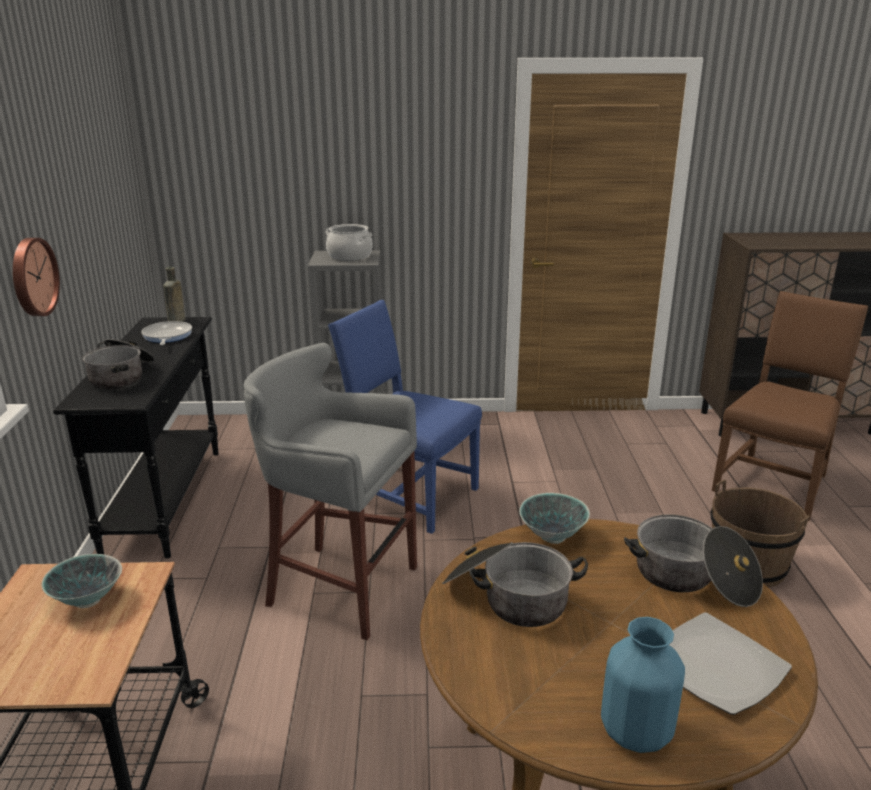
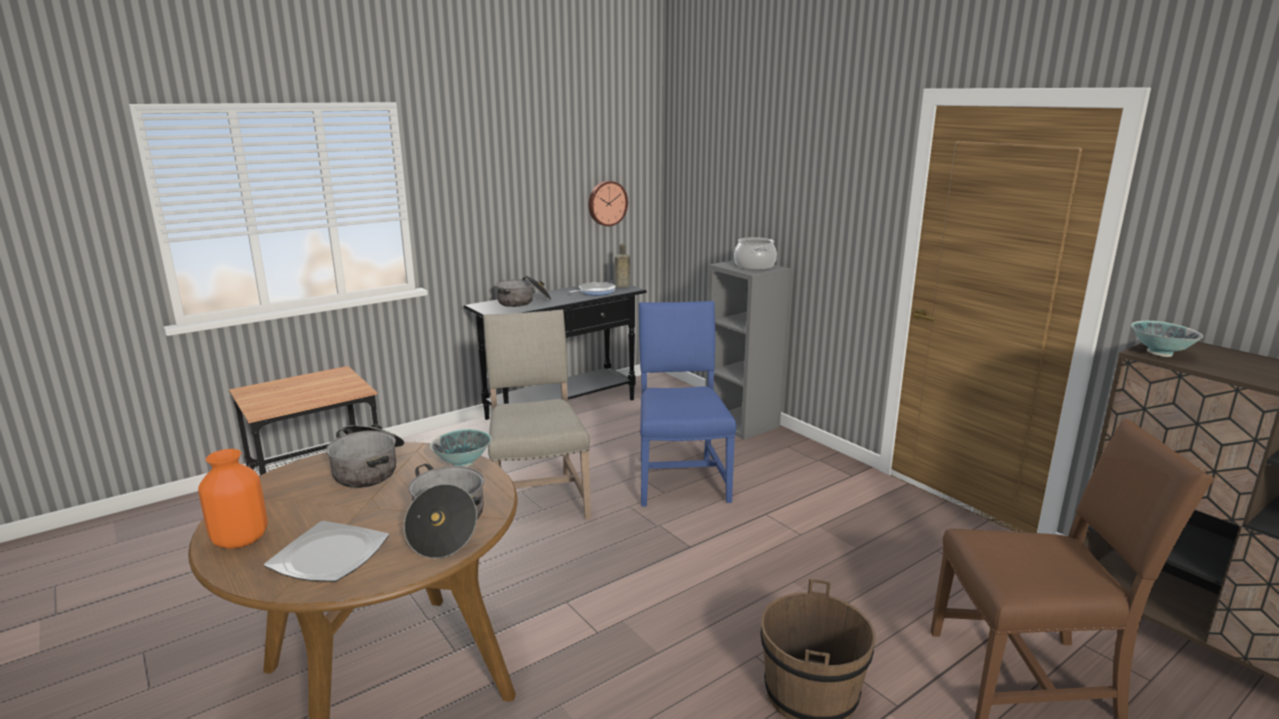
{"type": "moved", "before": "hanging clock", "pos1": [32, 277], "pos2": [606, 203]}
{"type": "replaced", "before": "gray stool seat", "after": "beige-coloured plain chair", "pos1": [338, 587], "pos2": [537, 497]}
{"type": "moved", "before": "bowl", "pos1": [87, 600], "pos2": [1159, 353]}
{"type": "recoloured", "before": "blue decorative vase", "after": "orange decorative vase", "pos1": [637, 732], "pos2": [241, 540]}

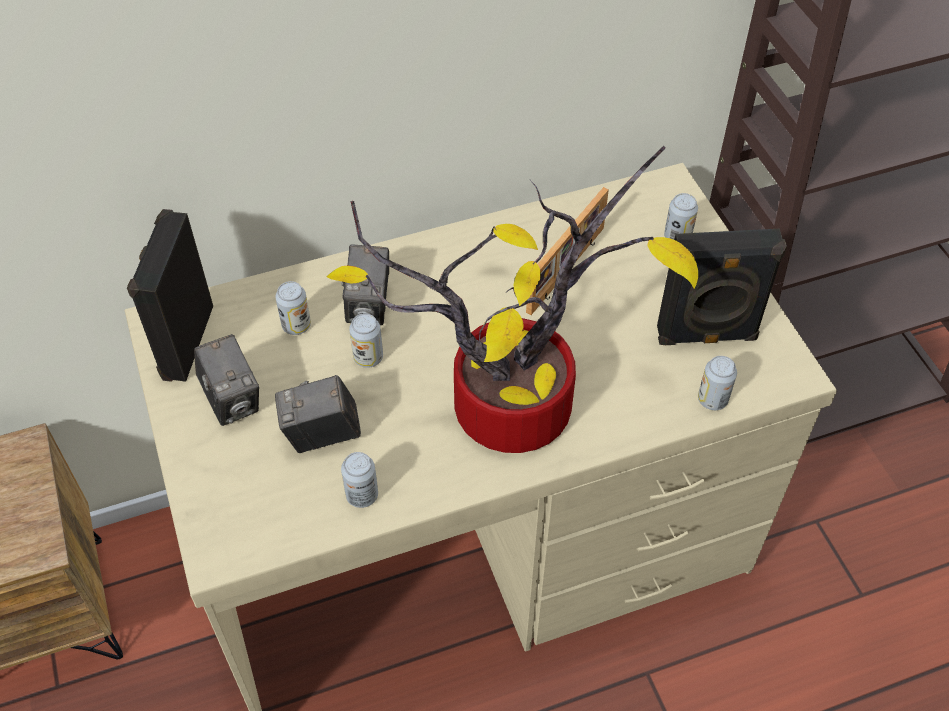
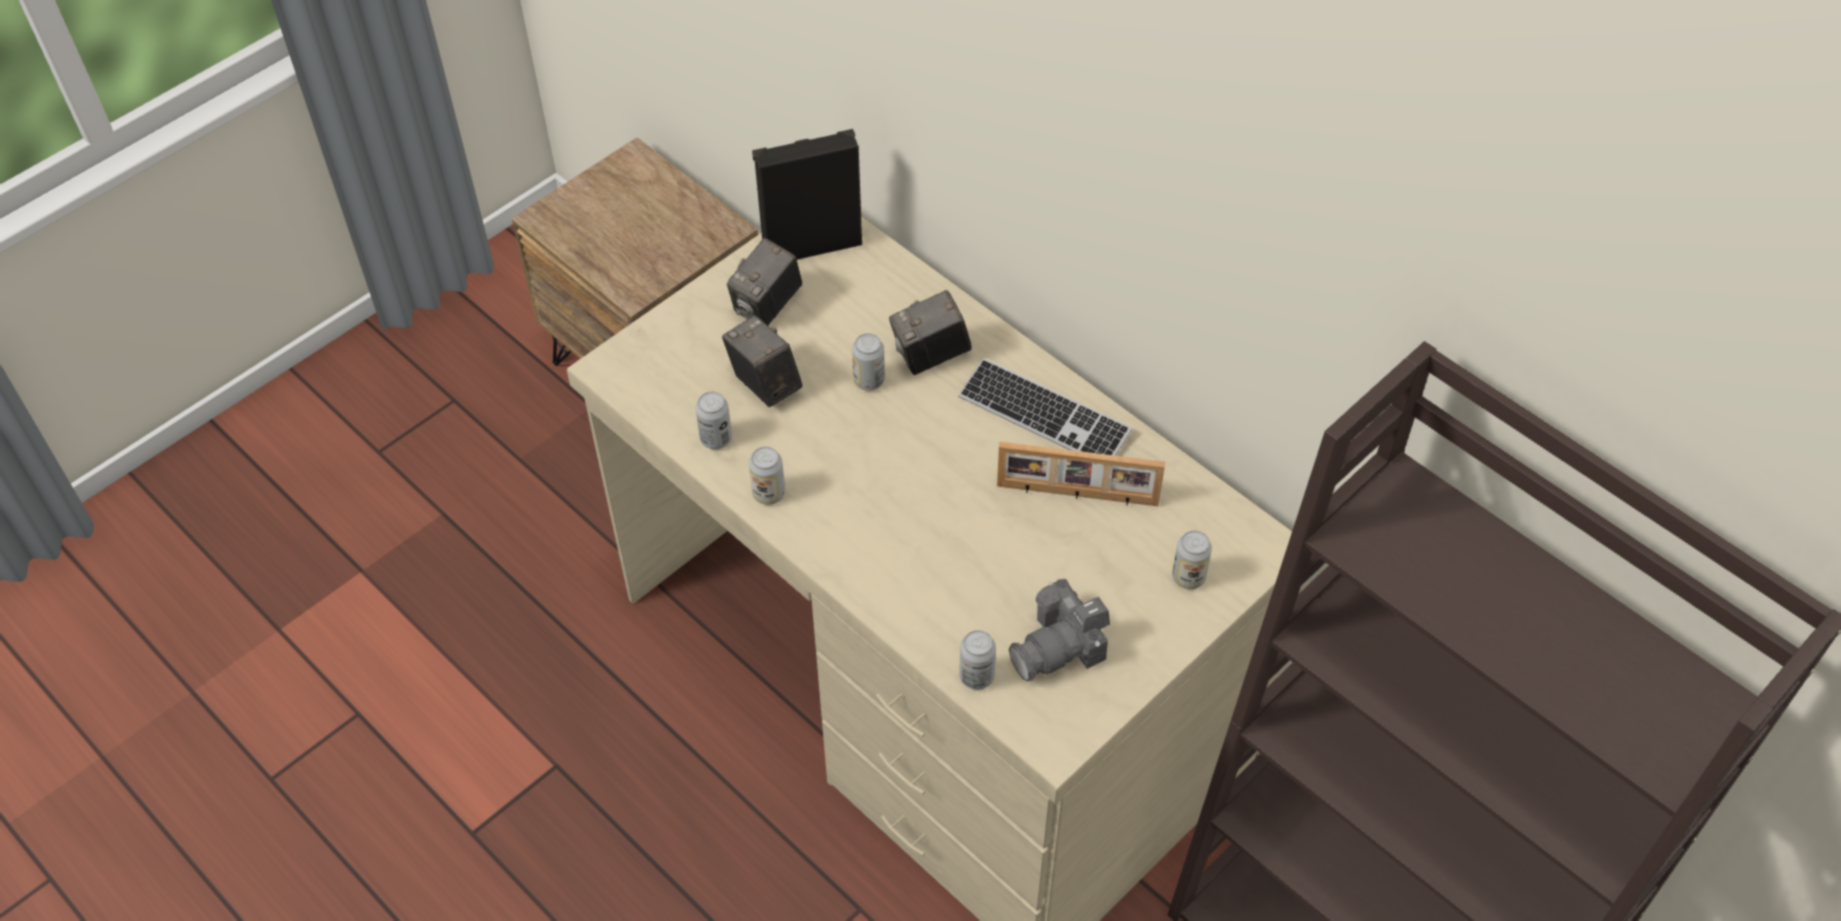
{"type": "removed", "before": "potted plant", "pos1": [518, 399]}
{"type": "replaced", "before": "black loudspeaker", "after": "photo camera", "pos1": [707, 336], "pos2": [1060, 646]}
{"type": "moved", "before": "can", "pos1": [296, 325], "pos2": [769, 493]}
{"type": "added", "after": "computer keyboard", "pos2": [1044, 416]}

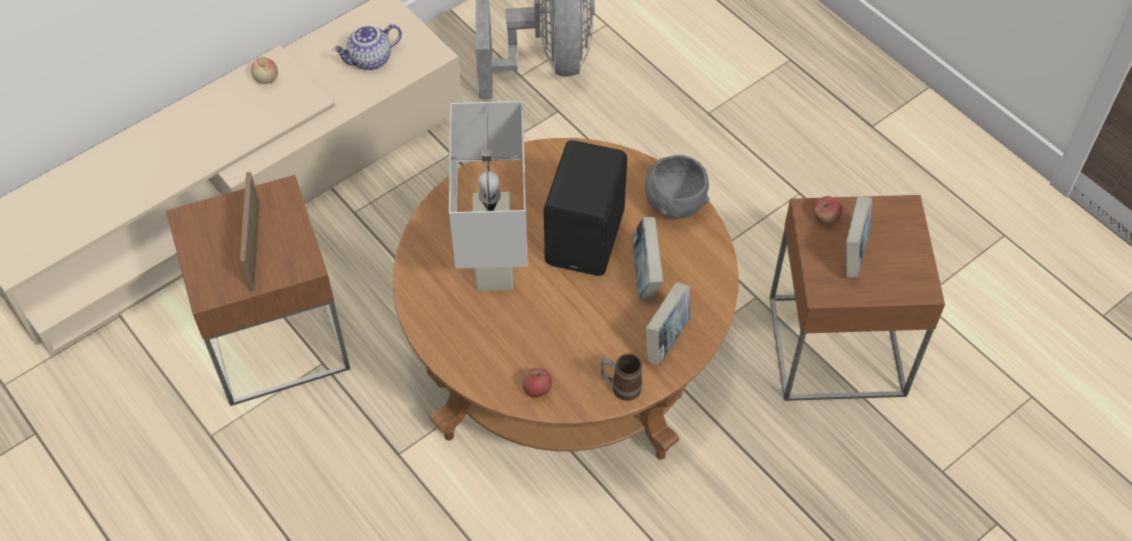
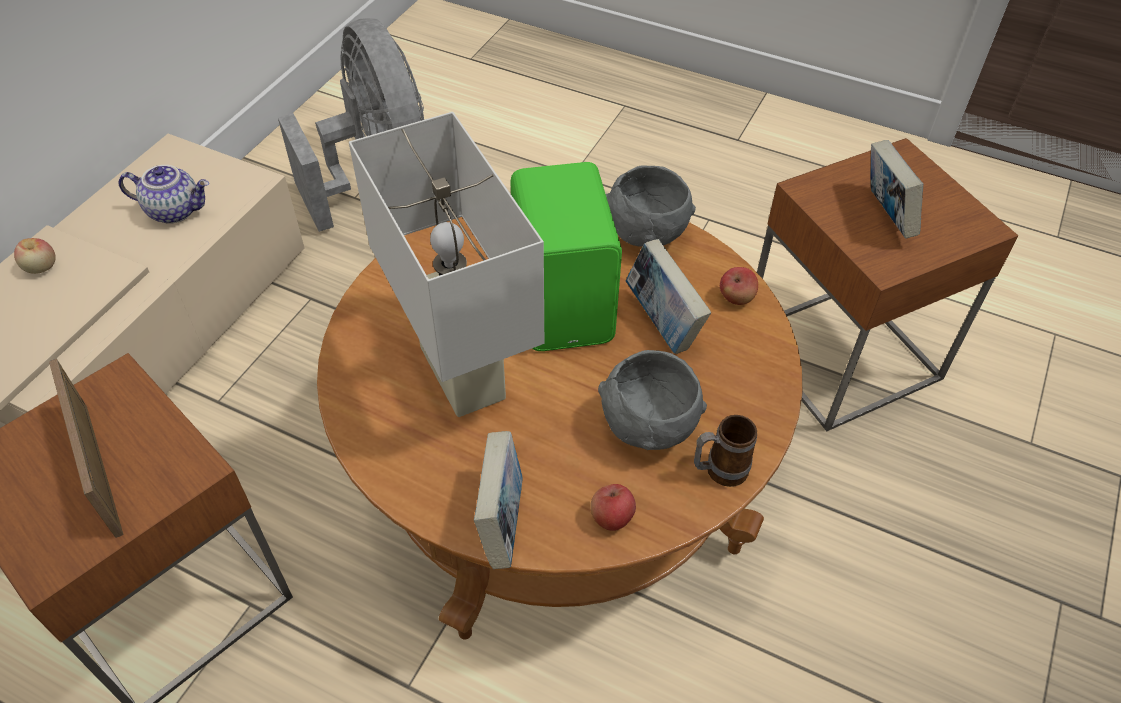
{"type": "turned", "before": "tea pot", "pos1": [370, 60], "pos2": [175, 210], "turn": -120}
{"type": "recoloured", "before": "black loudspeaker", "after": "green loudspeaker", "pos1": [588, 238], "pos2": [566, 304]}
{"type": "moved", "before": "apple fruit", "pos1": [825, 218], "pos2": [736, 298]}
{"type": "moved", "before": "bound book", "pos1": [666, 339], "pos2": [502, 522]}
{"type": "added", "after": "gray bowl", "pos2": [648, 428]}

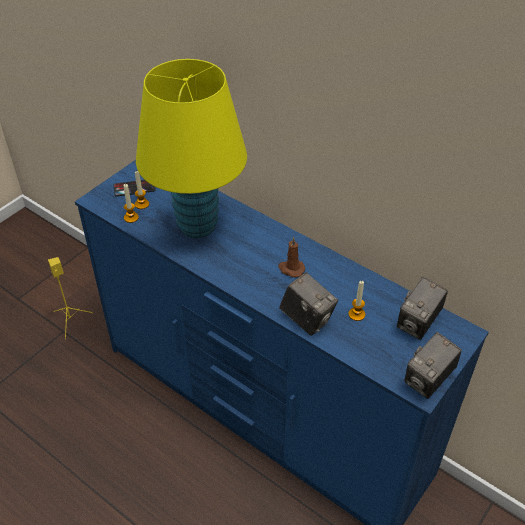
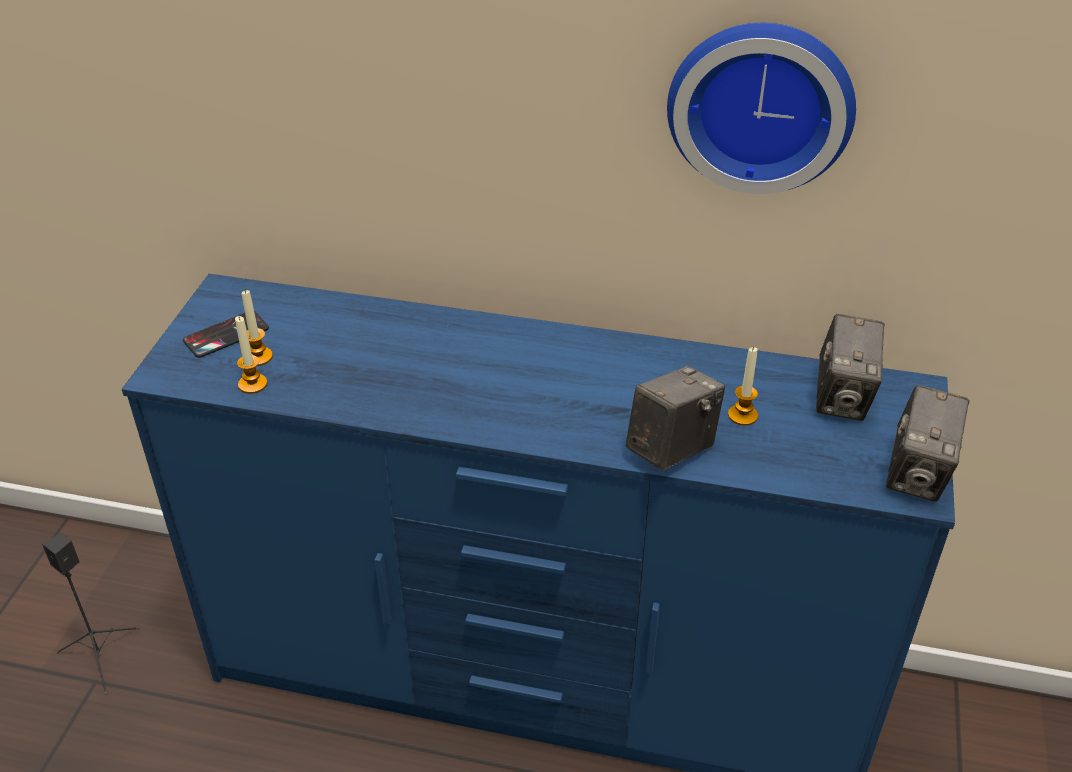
{"type": "removed", "before": "yellow table lamp", "pos1": [197, 226]}
{"type": "removed", "before": "brownish wax candle", "pos1": [291, 269]}
{"type": "recoloured", "before": "yellow loudspeaker", "after": "black loudspeaker", "pos1": [71, 321], "pos2": [101, 658]}
{"type": "turned", "before": "photo camera", "pos1": [307, 319], "pos2": [671, 448], "turn": -60}
{"type": "added", "after": "hanging clock", "pos2": [761, 103]}

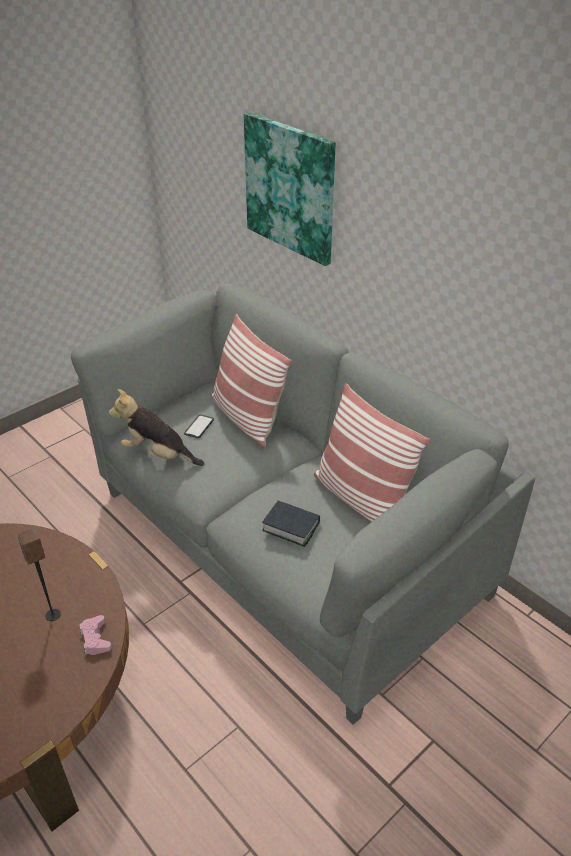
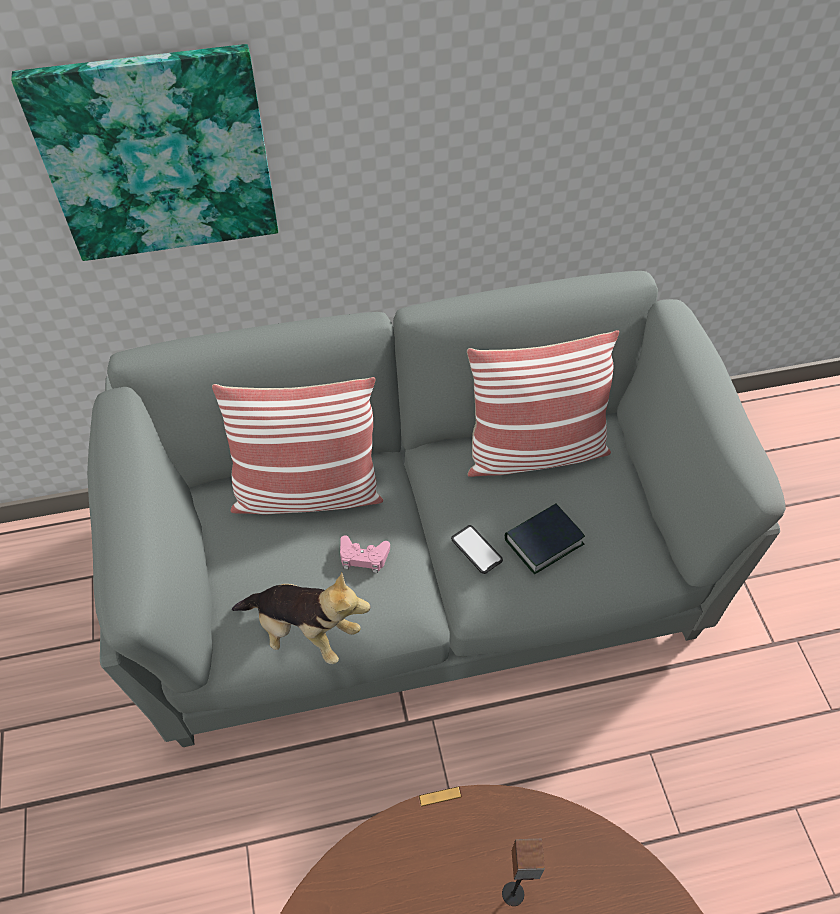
{"type": "turned", "before": "plush toy", "pos1": [158, 454], "pos2": [304, 631], "turn": -120}
{"type": "moved", "before": "telephone", "pos1": [199, 427], "pos2": [476, 549]}
{"type": "moved", "before": "pinkish joypad", "pos1": [95, 639], "pos2": [363, 557]}

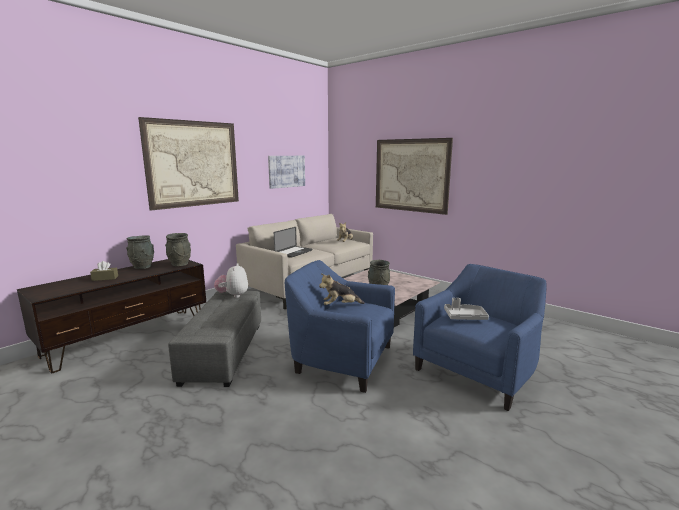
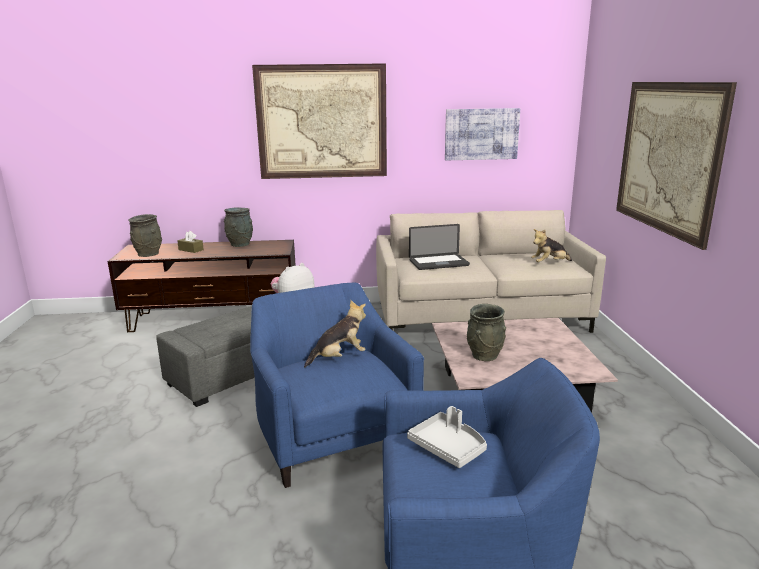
{"type": "moved", "before": "gray decorative vase", "pos1": [179, 264], "pos2": [148, 254]}
{"type": "turned", "before": "plush toy", "pos1": [340, 306], "pos2": [339, 358], "turn": 120}

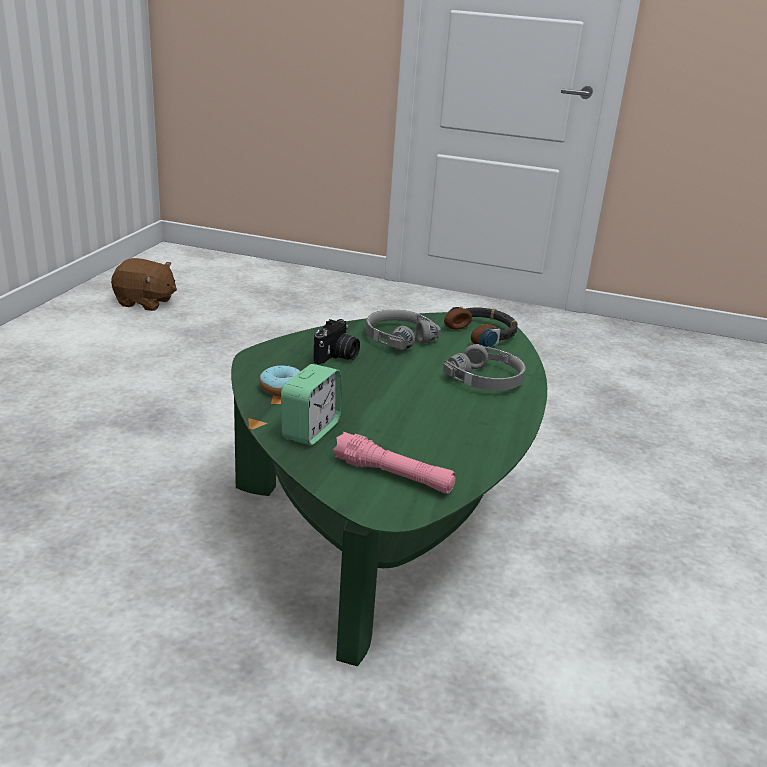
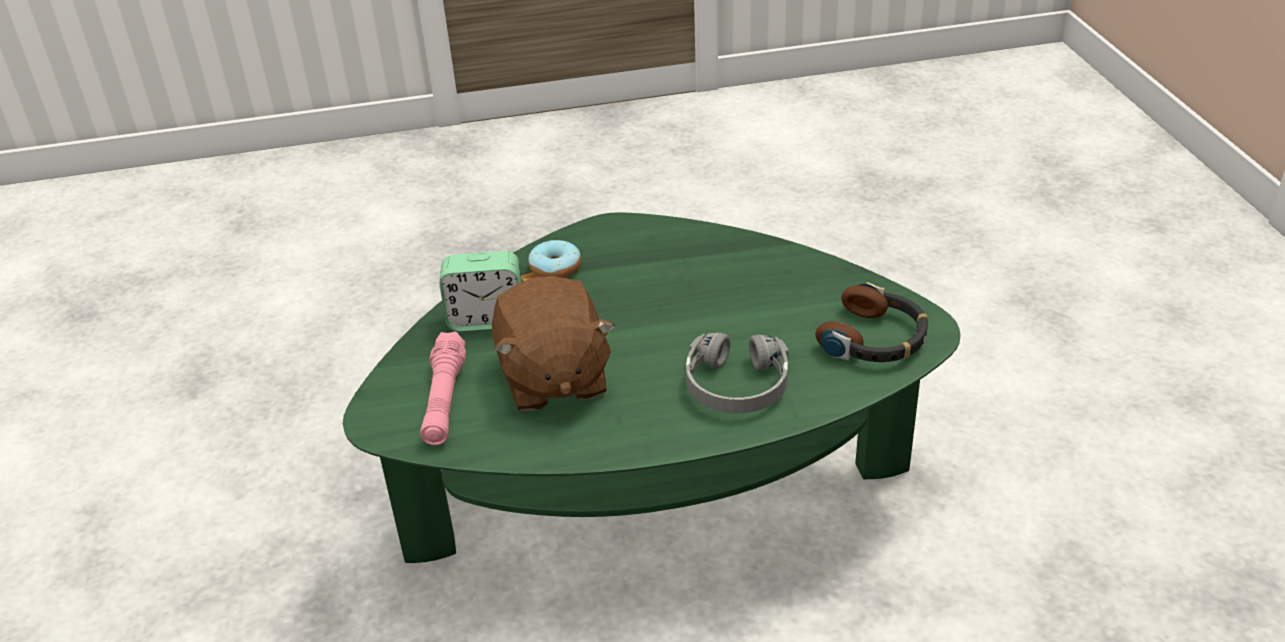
{"type": "moved", "before": "brownish plush toy", "pos1": [145, 302], "pos2": [553, 379]}
{"type": "removed", "before": "gray pair of headphones", "pos1": [398, 338]}
{"type": "removed", "before": "photo camera", "pos1": [337, 356]}

